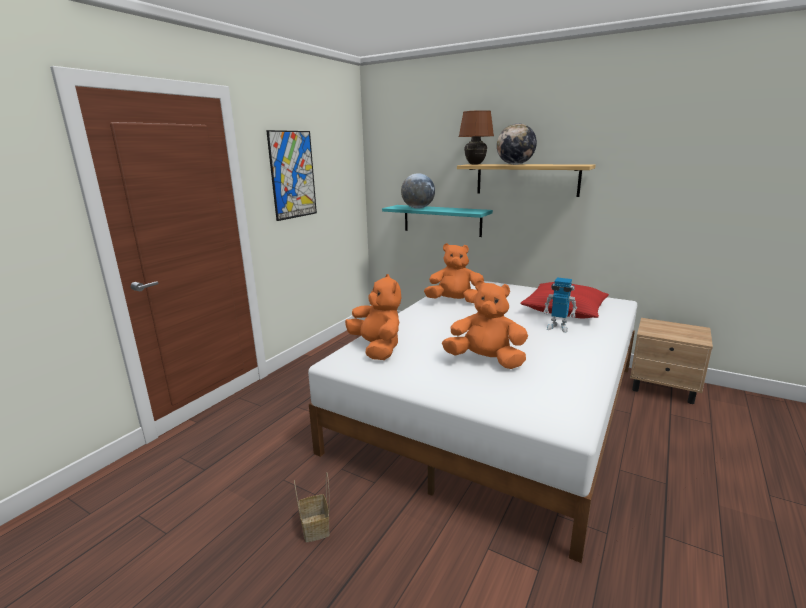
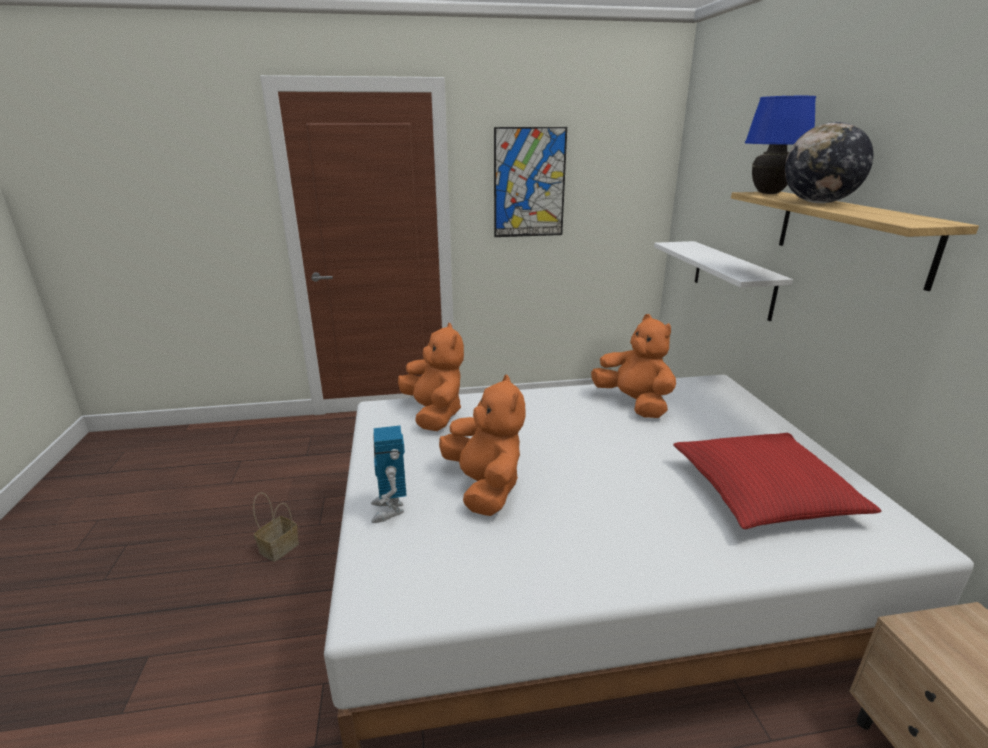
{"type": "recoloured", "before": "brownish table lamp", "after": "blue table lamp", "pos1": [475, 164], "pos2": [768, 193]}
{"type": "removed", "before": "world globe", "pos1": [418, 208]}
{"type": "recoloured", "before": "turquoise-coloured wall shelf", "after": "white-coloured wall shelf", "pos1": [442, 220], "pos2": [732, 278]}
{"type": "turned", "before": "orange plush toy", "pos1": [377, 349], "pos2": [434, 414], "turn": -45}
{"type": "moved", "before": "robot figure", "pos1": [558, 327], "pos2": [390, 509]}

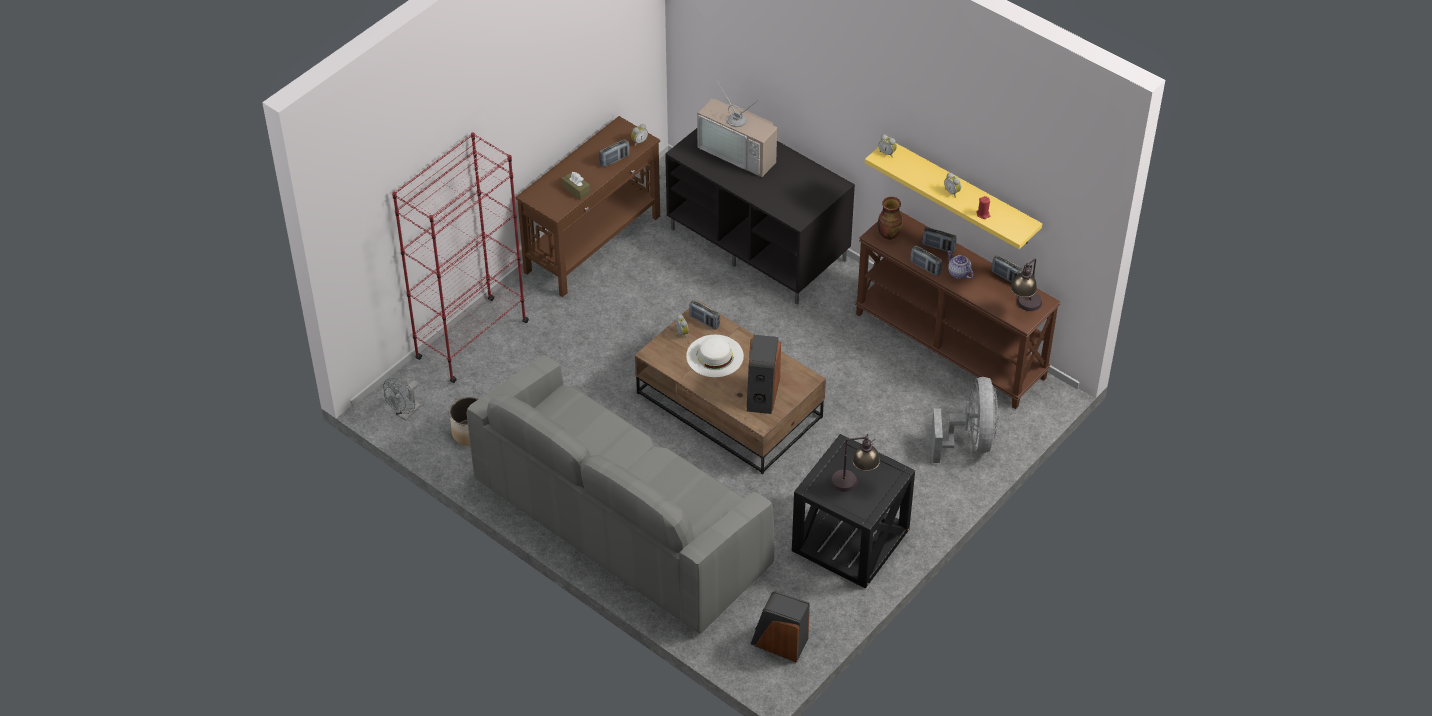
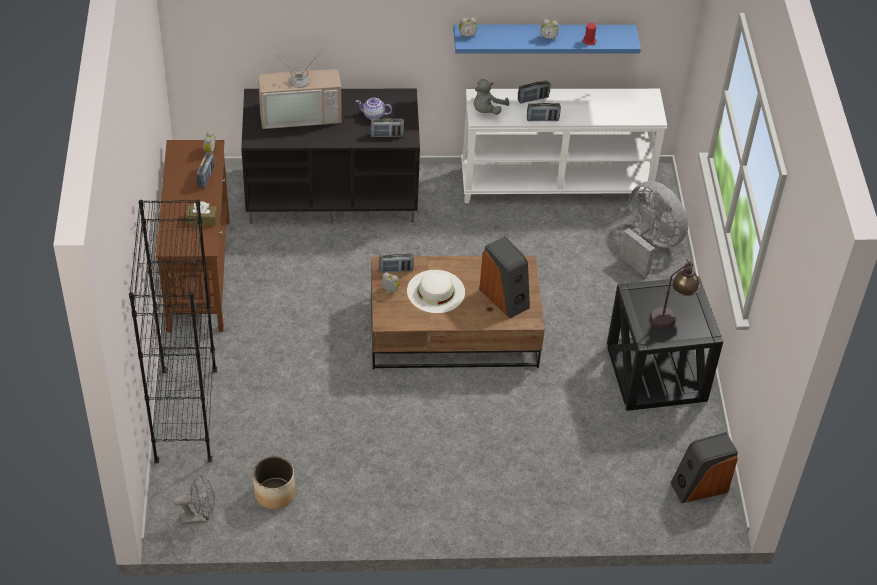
{"type": "recoloured", "before": "reddish shelving unit", "after": "black shelving unit", "pos1": [471, 340], "pos2": [186, 416]}
{"type": "recoloured", "before": "yellow wall shelf", "after": "blue wall shelf", "pos1": [962, 193], "pos2": [543, 38]}
{"type": "replaced", "before": "decorative vase", "after": "gray plush toy", "pos1": [888, 233], "pos2": [487, 110]}
{"type": "recoloured", "before": "brownish narrow table", "after": "white-coloured narrow table", "pos1": [951, 345], "pos2": [556, 184]}
{"type": "moved", "before": "tea pot", "pos1": [958, 273], "pos2": [373, 116]}
{"type": "moved", "before": "radio set", "pos1": [1006, 277], "pos2": [386, 135]}
{"type": "removed", "before": "table lamp", "pos1": [1024, 308]}
{"type": "removed", "before": "gray settee", "pos1": [621, 523]}
{"type": "turned", "before": "gray electric fan", "pos1": [405, 413], "pos2": [199, 516], "turn": -90}

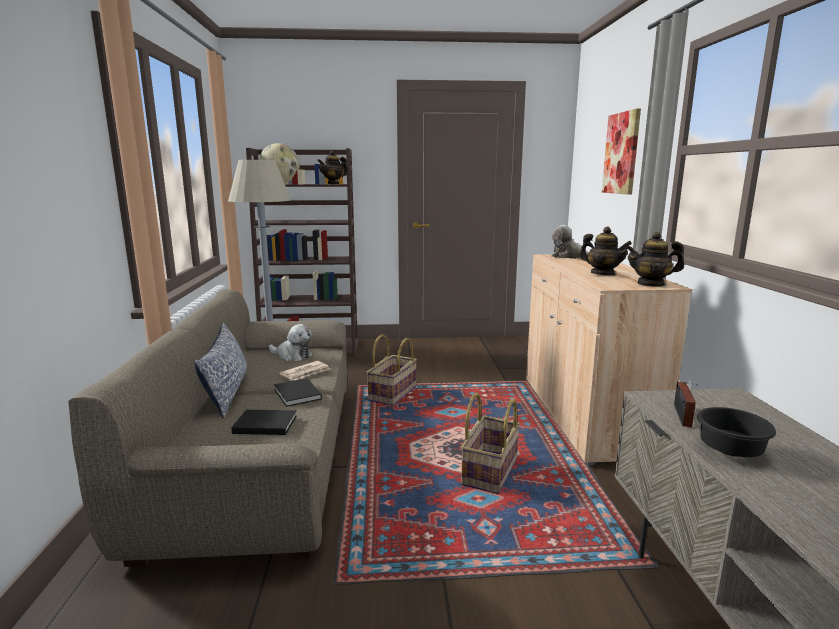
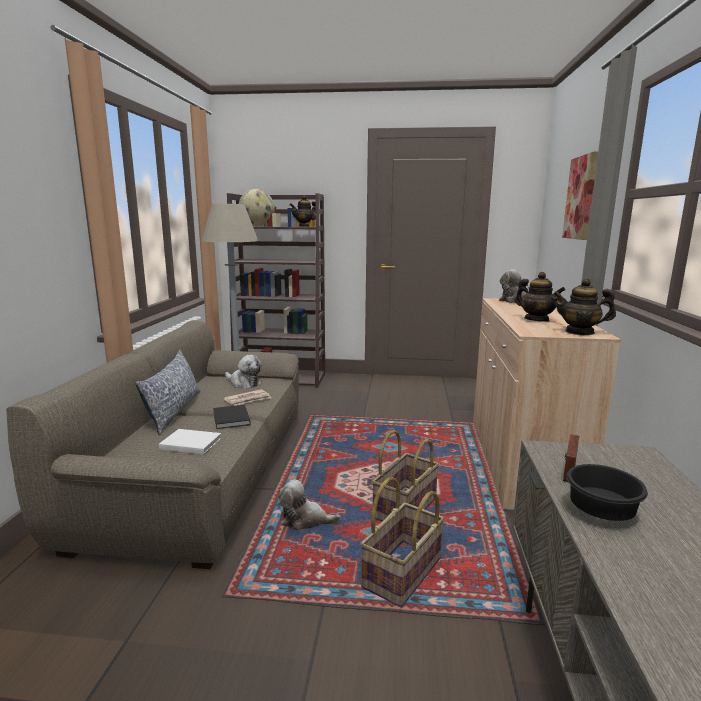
{"type": "moved", "before": "basket", "pos1": [393, 394], "pos2": [403, 573]}
{"type": "recoloured", "before": "black bound book", "after": "white-coloured bound book", "pos1": [264, 424], "pos2": [190, 443]}
{"type": "added", "after": "plush toy", "pos2": [305, 520]}

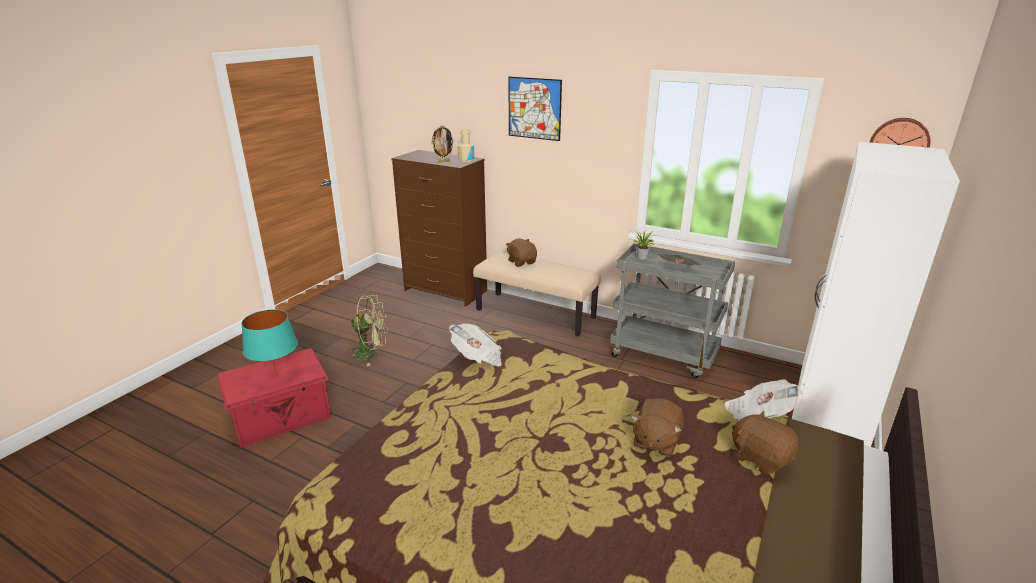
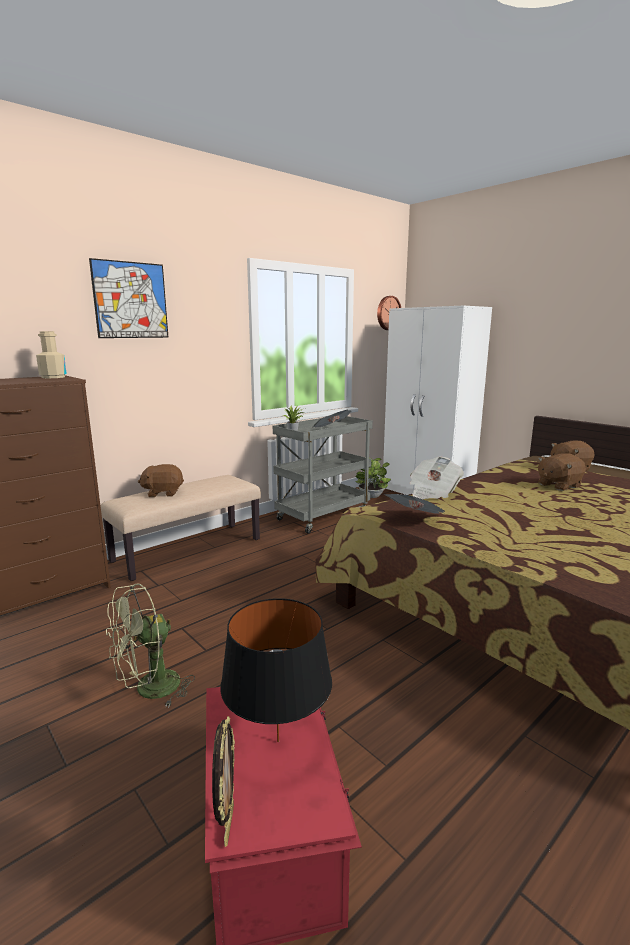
{"type": "moved", "before": "standing frame", "pos1": [443, 161], "pos2": [227, 824]}
{"type": "turned", "before": "green electric fan", "pos1": [371, 354], "pos2": [149, 690], "turn": -150}
{"type": "recoloured", "before": "turquoise-coloured table lamp", "after": "black table lamp", "pos1": [276, 375], "pos2": [278, 741]}
{"type": "moved", "before": "newspaper", "pos1": [758, 415], "pos2": [433, 492]}
{"type": "turned", "before": "brownish plush toy", "pos1": [655, 441], "pos2": [558, 485], "turn": 105}
{"type": "added", "after": "potted plant", "pos2": [371, 497]}

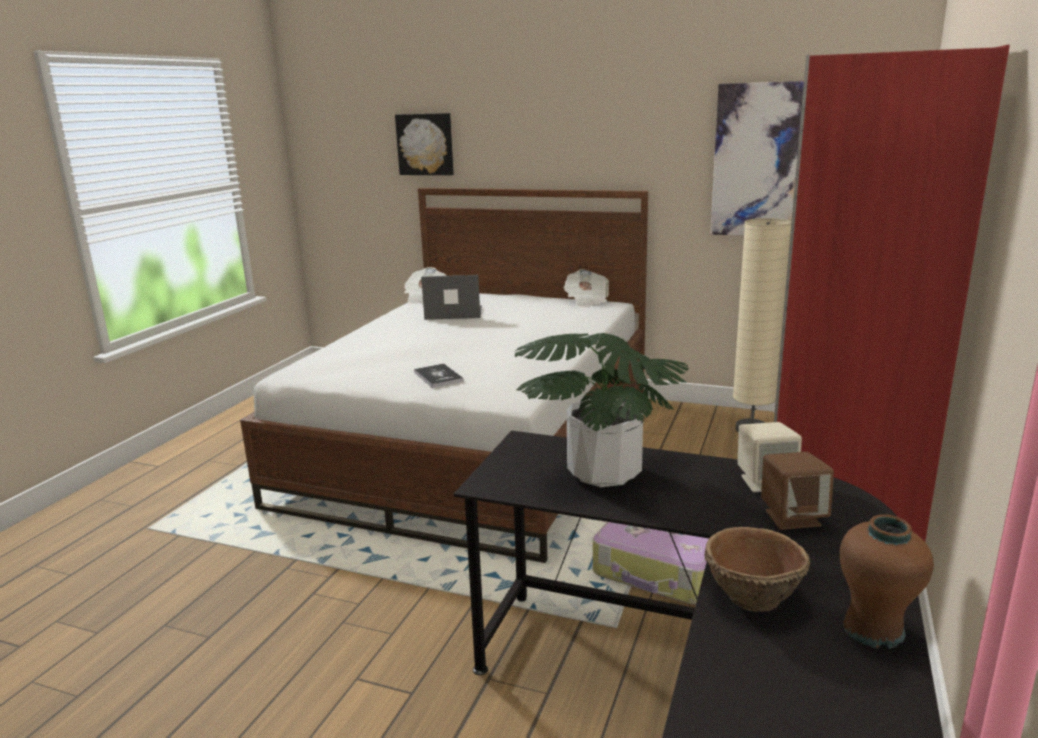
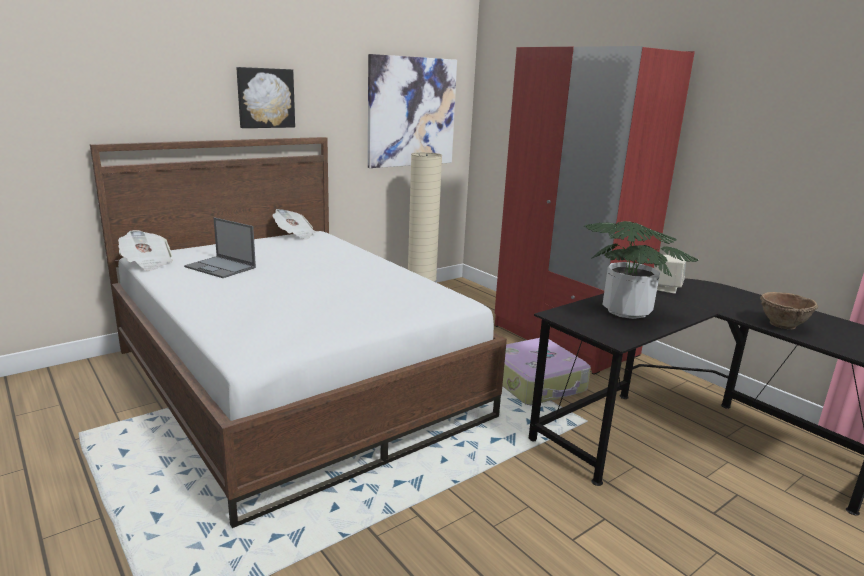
{"type": "moved", "before": "wall art", "pos1": [425, 144], "pos2": [265, 98]}
{"type": "turned", "before": "notebook computer", "pos1": [453, 313], "pos2": [221, 267], "turn": -90}
{"type": "removed", "before": "bound book", "pos1": [438, 377]}
{"type": "removed", "before": "brownish loudspeaker", "pos1": [792, 517]}
{"type": "removed", "before": "brownish decorative vase", "pos1": [873, 630]}

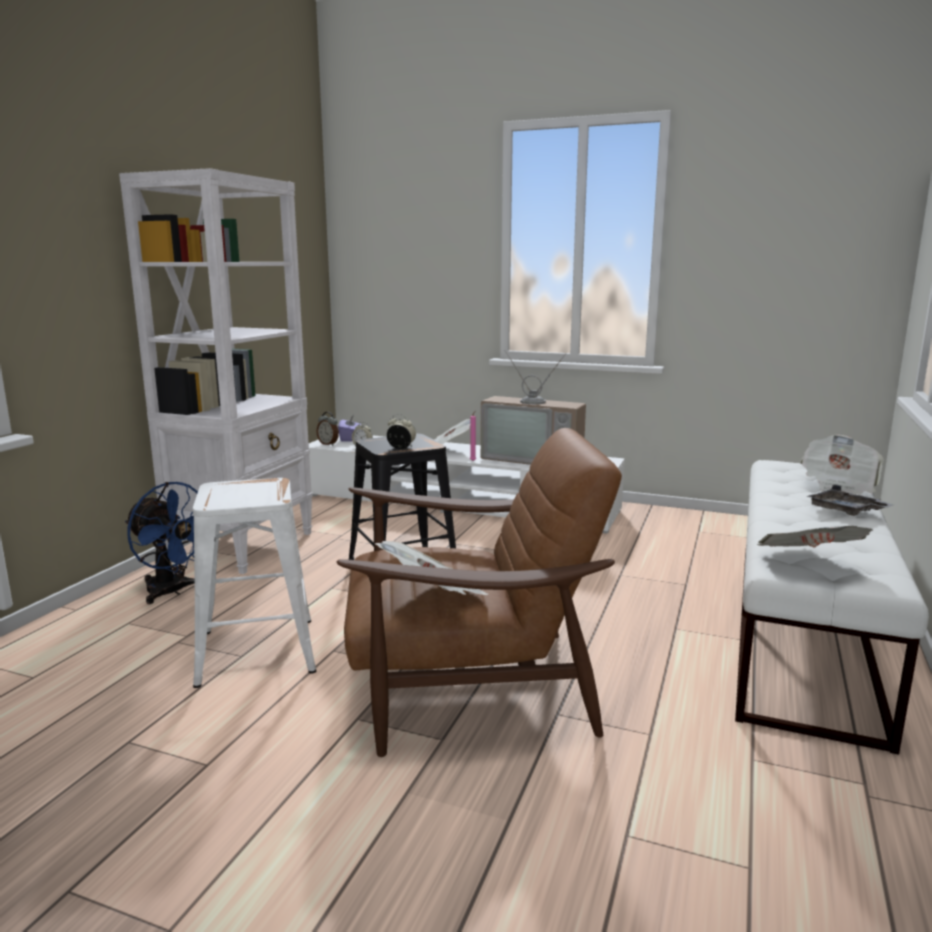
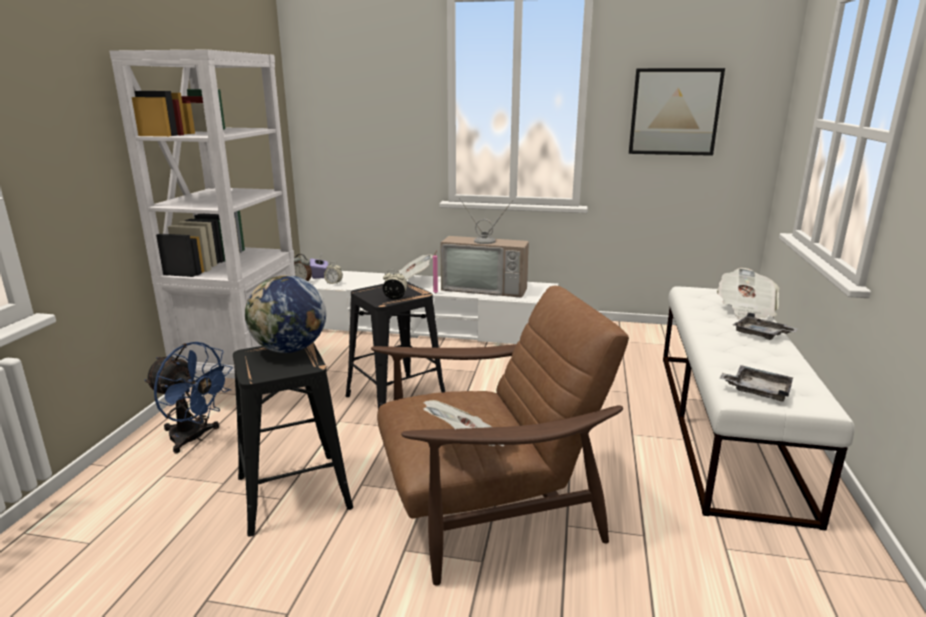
{"type": "recoloured", "before": "white-coloured stool seat", "after": "black stool seat", "pos1": [255, 651], "pos2": [292, 492]}
{"type": "replaced", "before": "newspaper", "after": "gray tray", "pos1": [808, 564], "pos2": [757, 390]}
{"type": "added", "after": "wall art", "pos2": [674, 112]}
{"type": "added", "after": "world globe", "pos2": [290, 349]}

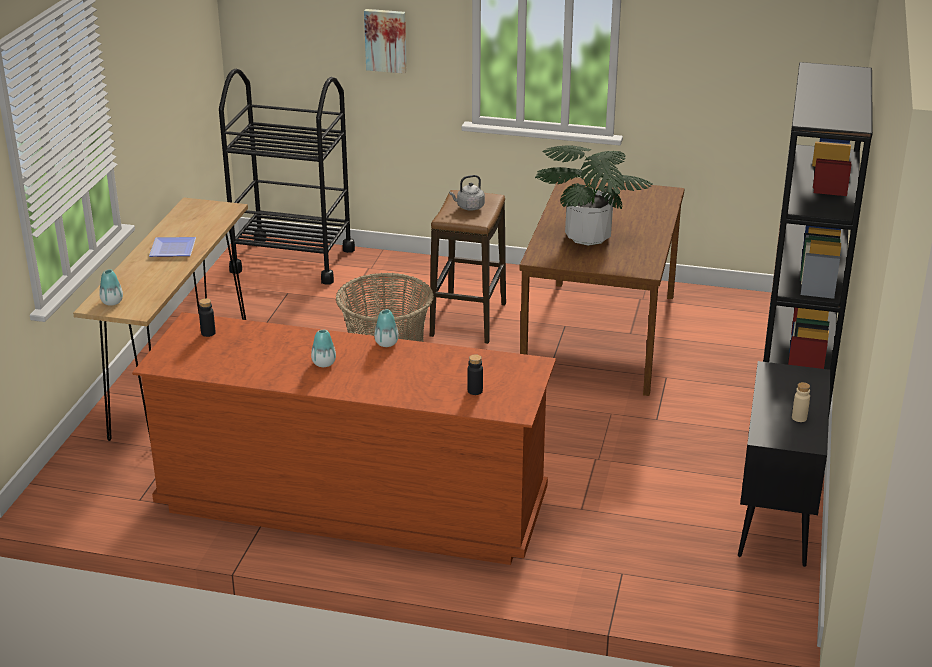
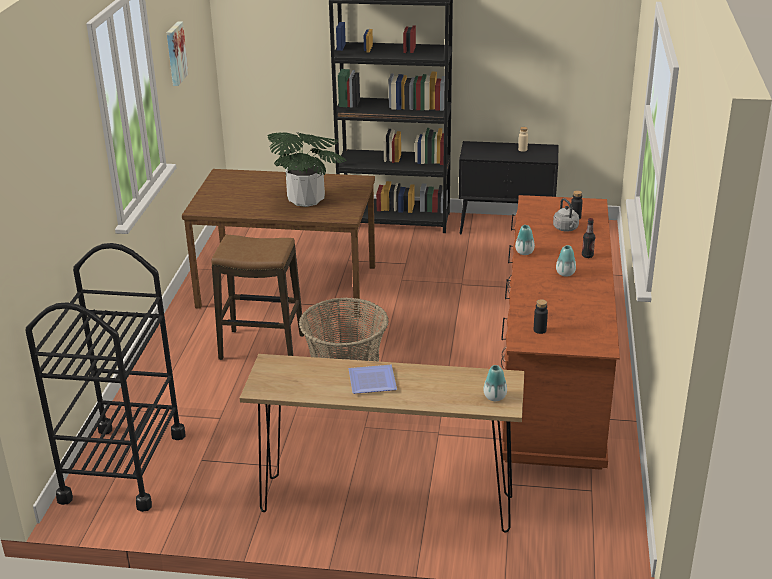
{"type": "moved", "before": "wall art", "pos1": [386, 40], "pos2": [175, 53]}
{"type": "moved", "before": "gray kettle", "pos1": [469, 207], "pos2": [566, 229]}
{"type": "added", "after": "bottle", "pos2": [587, 256]}

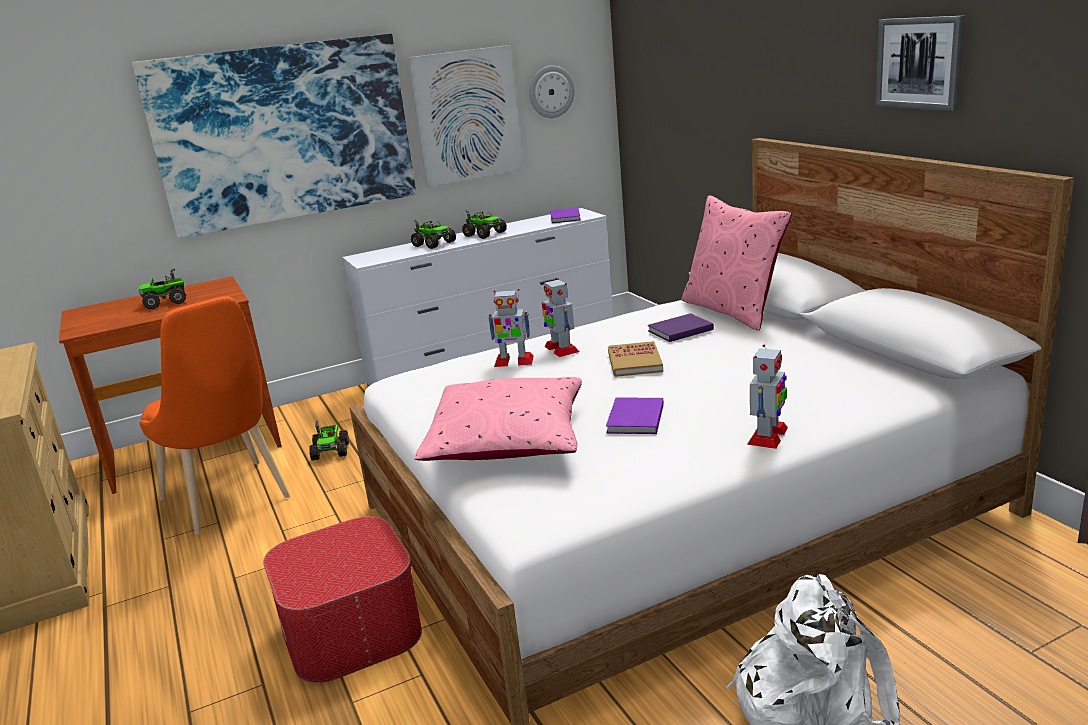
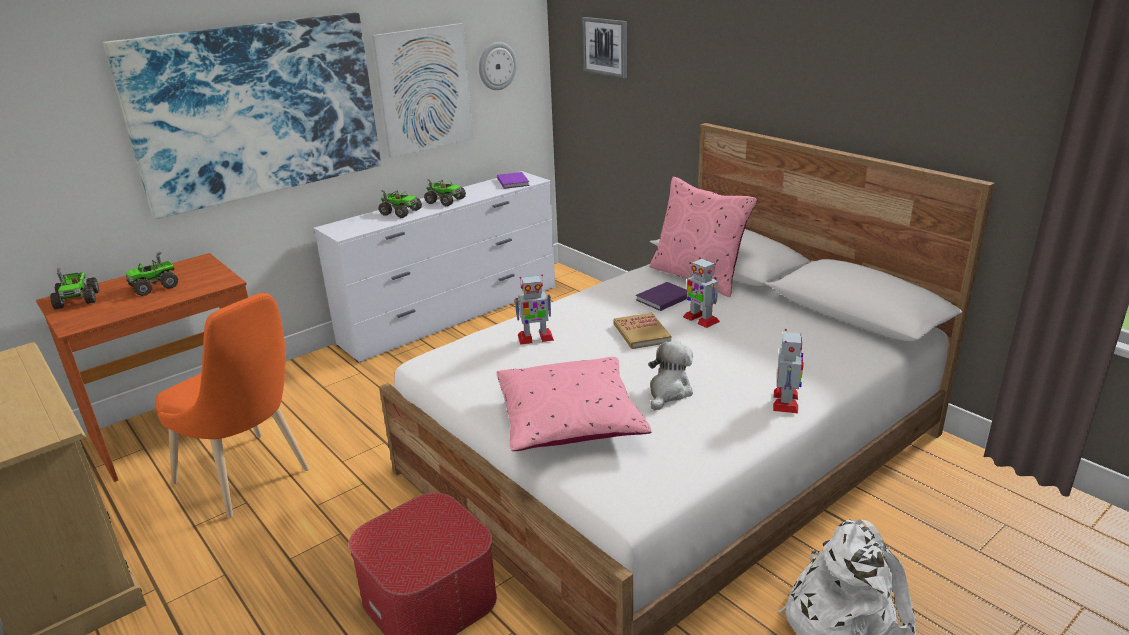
{"type": "moved", "before": "wall art", "pos1": [919, 63], "pos2": [605, 47]}
{"type": "moved", "before": "robot figure", "pos1": [561, 349], "pos2": [700, 319]}
{"type": "replaced", "before": "purple-coloured bound book", "after": "plush toy", "pos1": [634, 419], "pos2": [669, 392]}
{"type": "moved", "before": "toy lorry", "pos1": [331, 451], "pos2": [78, 299]}

